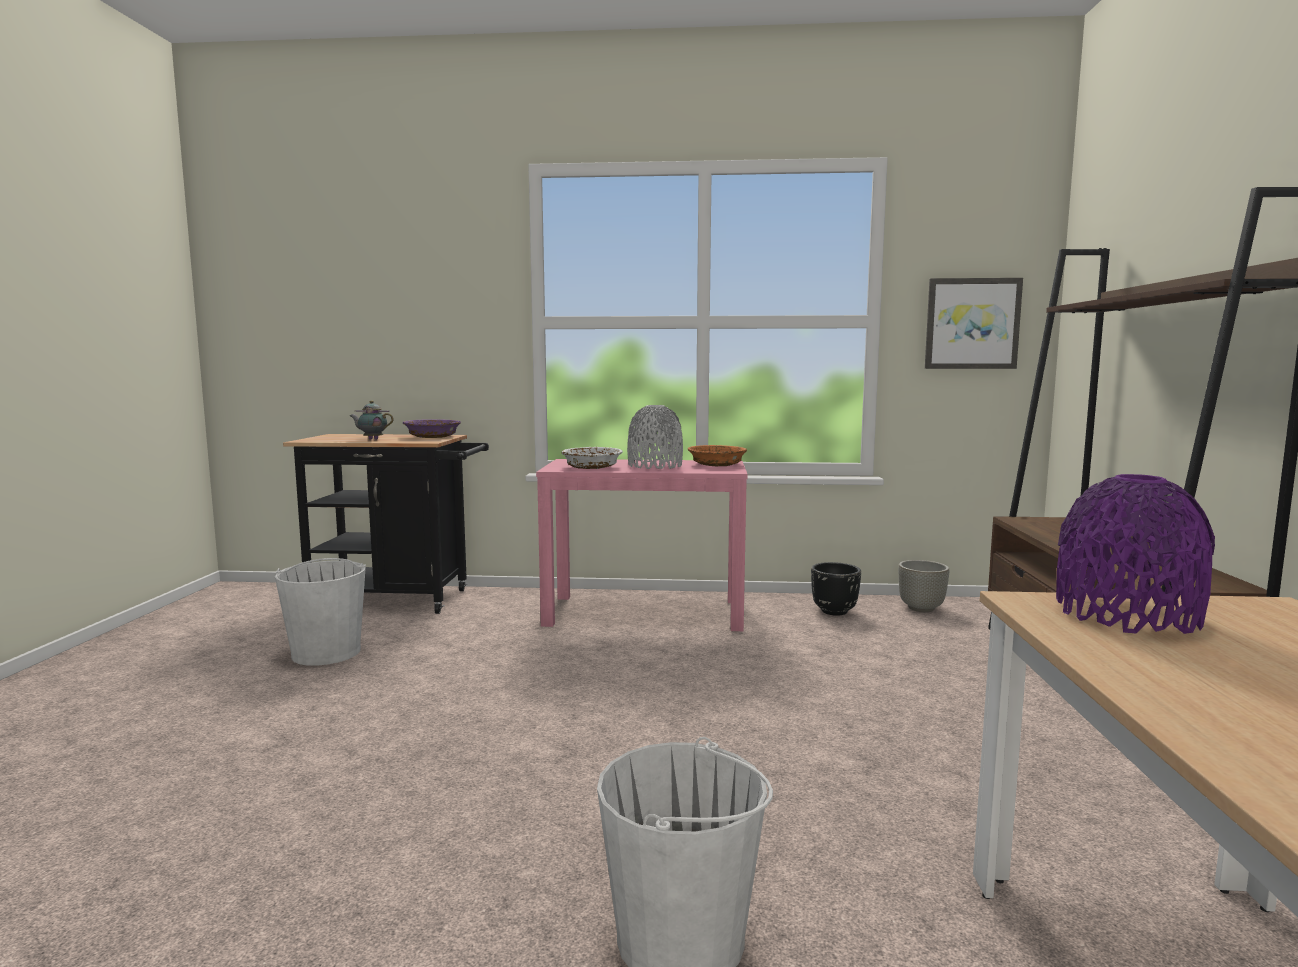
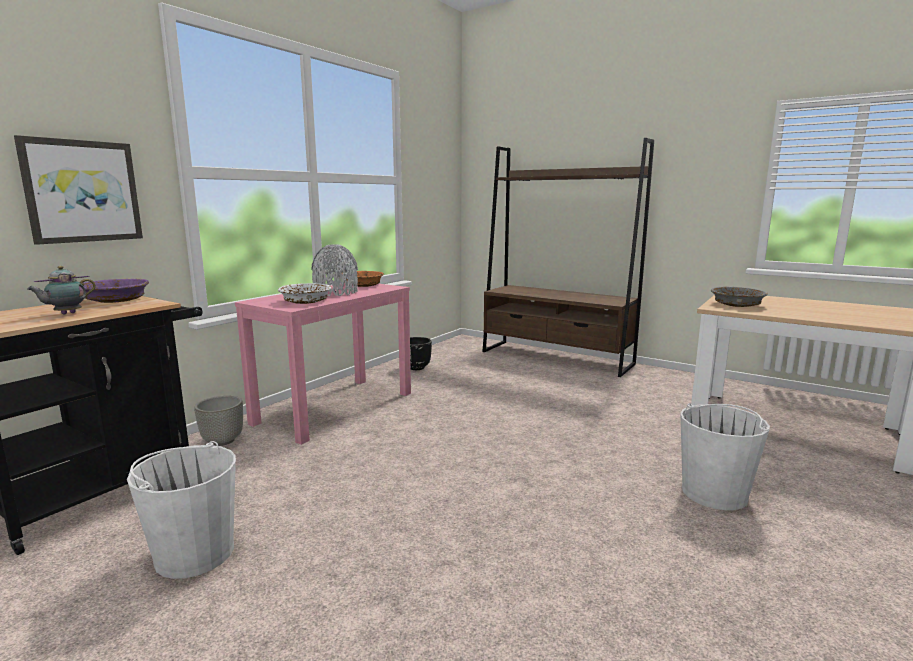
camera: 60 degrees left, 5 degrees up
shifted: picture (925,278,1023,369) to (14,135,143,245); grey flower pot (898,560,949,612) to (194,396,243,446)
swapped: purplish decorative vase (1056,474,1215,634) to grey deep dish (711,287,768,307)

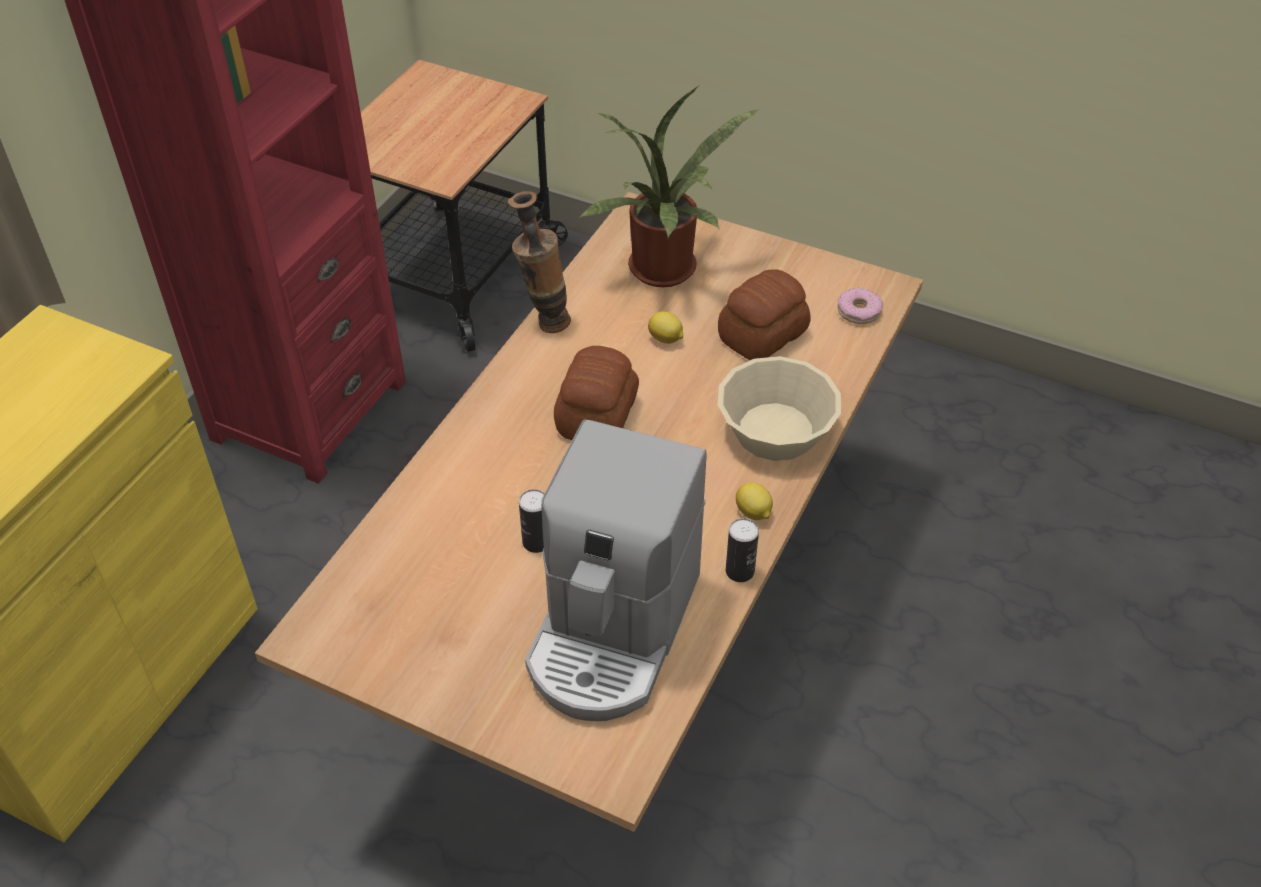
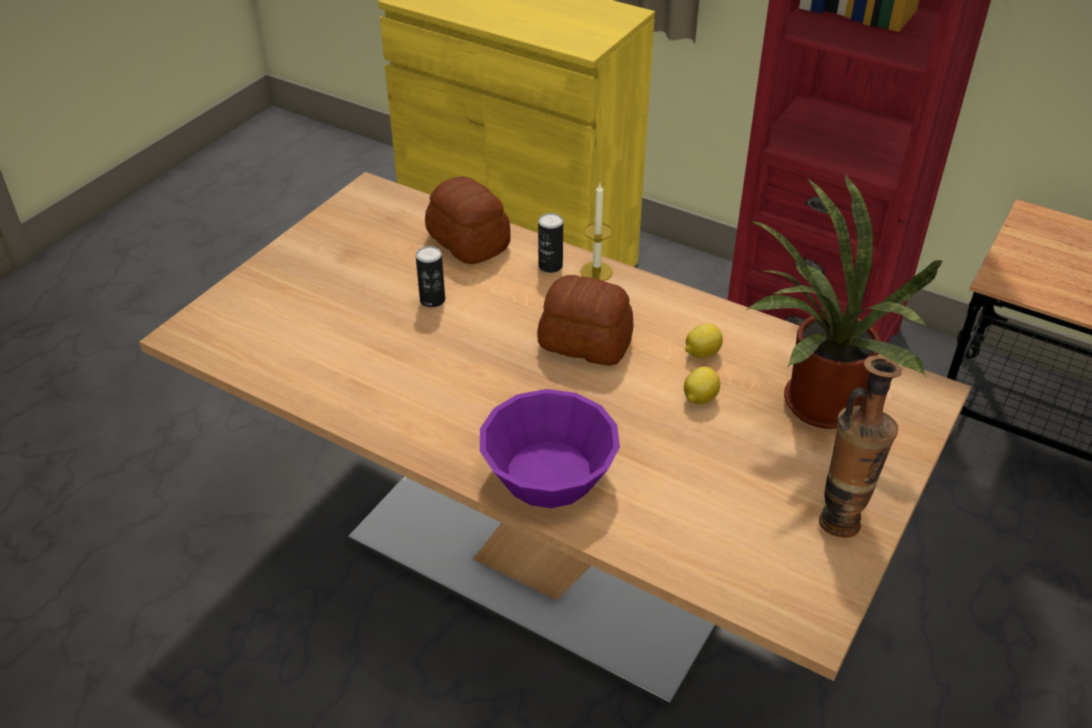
camera: 95 degrees right, 5 degrees down
gone: ring doughnut (837,288,883,324); coffee brewer (525,419,707,721)
new: wax light (580,183,613,281)
shifted: decorative vase (508,191,571,333) to (819,355,903,538); baked bread (718,269,811,360) to (425,176,511,264); whole lemon (736,482,773,520) to (685,324,723,358); sealed can (726,518,759,582) to (538,213,563,273)
repainted: beige deep dish (718,356,841,461) to purplish deep dish (480,389,620,508)

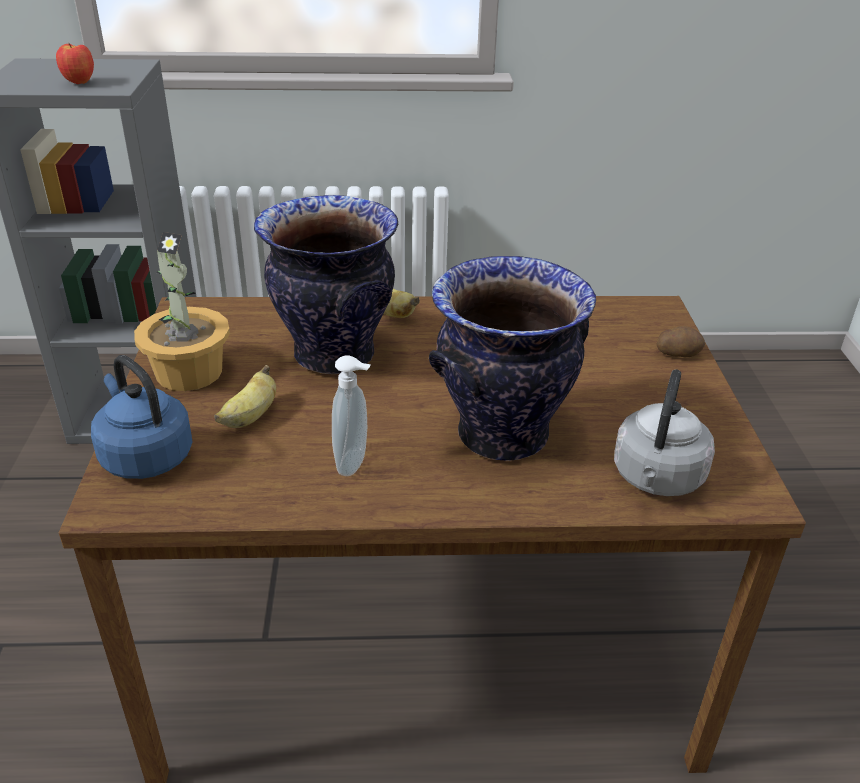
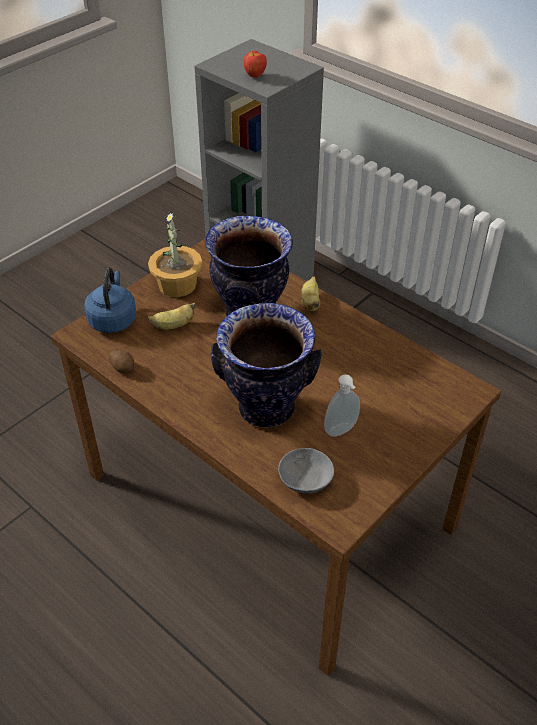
camera: 45 degrees right, 10 degrees up
shifted: spud (657,326,705,357) to (108,349,134,374); liquid soap bottle (332,355,371,476) to (324,374,360,437)
swapped: grey tea kettle (614,370,715,496) to grey deep dish (278,448,334,494)

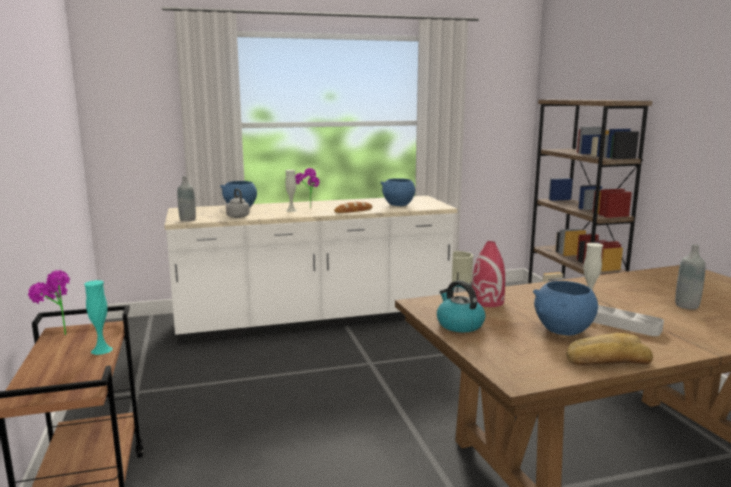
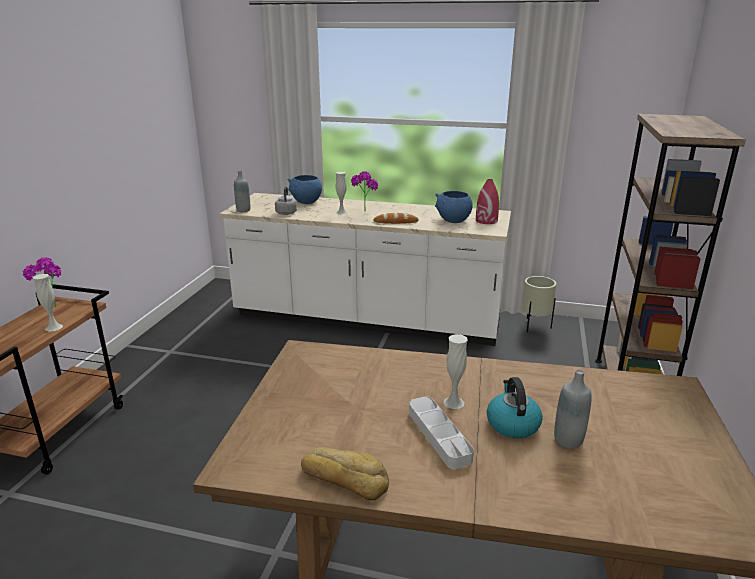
camera: 30 degrees right, 10 degrees up
gone: bluish deep dish (533,281,598,336)
shifted: red decorative vase (472,241,505,307) to (476,179,499,224); tea kettle (437,281,486,332) to (487,377,543,438)
repainted: blue-green decorative vase (84,280,113,355) to white-coloured decorative vase (33,274,63,332)

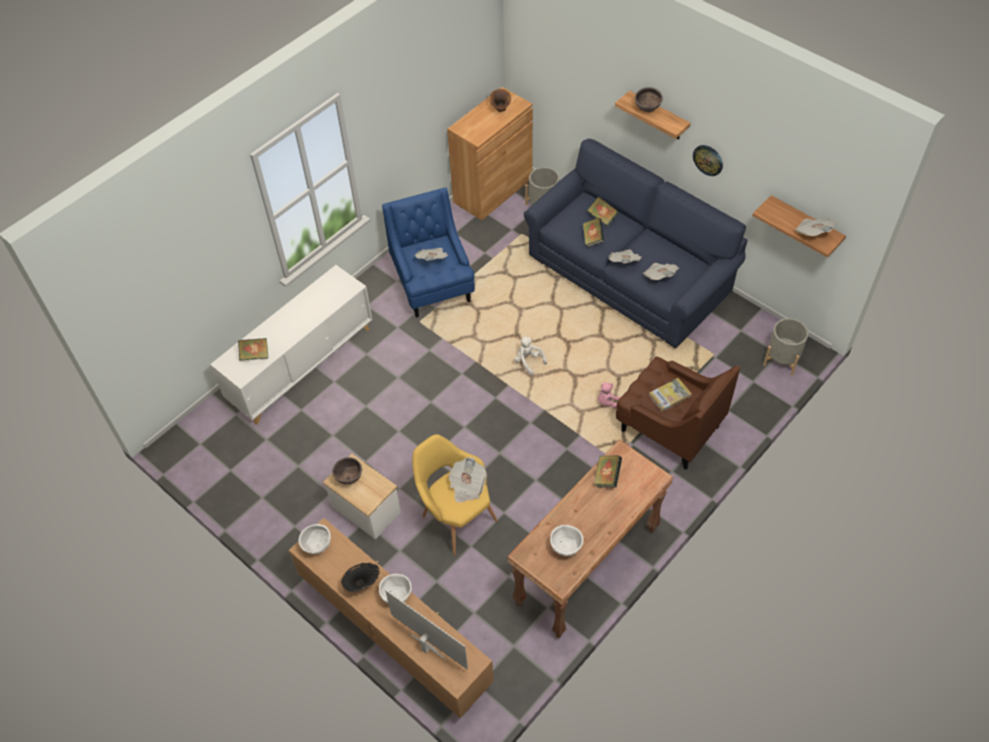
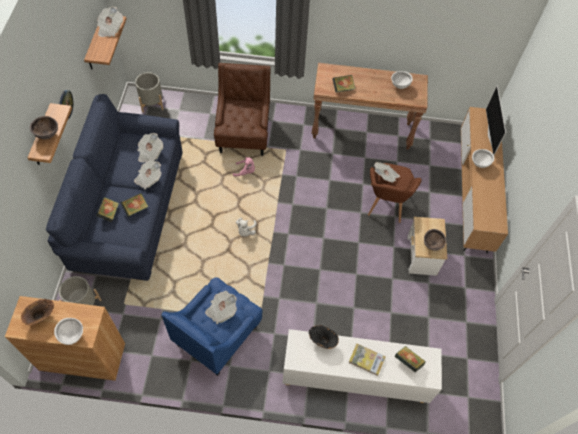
camera: 130 degrees left, 5 degrees up
shifted: volume (649,378,692,412) to (348,344,386,376); white-coloured deep dish (299,524,331,554) to (54,318,83,345); blackish decorative vase (341,562,380,593) to (309,325,339,349)
repainted: yellowish lounge chair (412,434,498,555) to brown lounge chair (368,163,422,223)

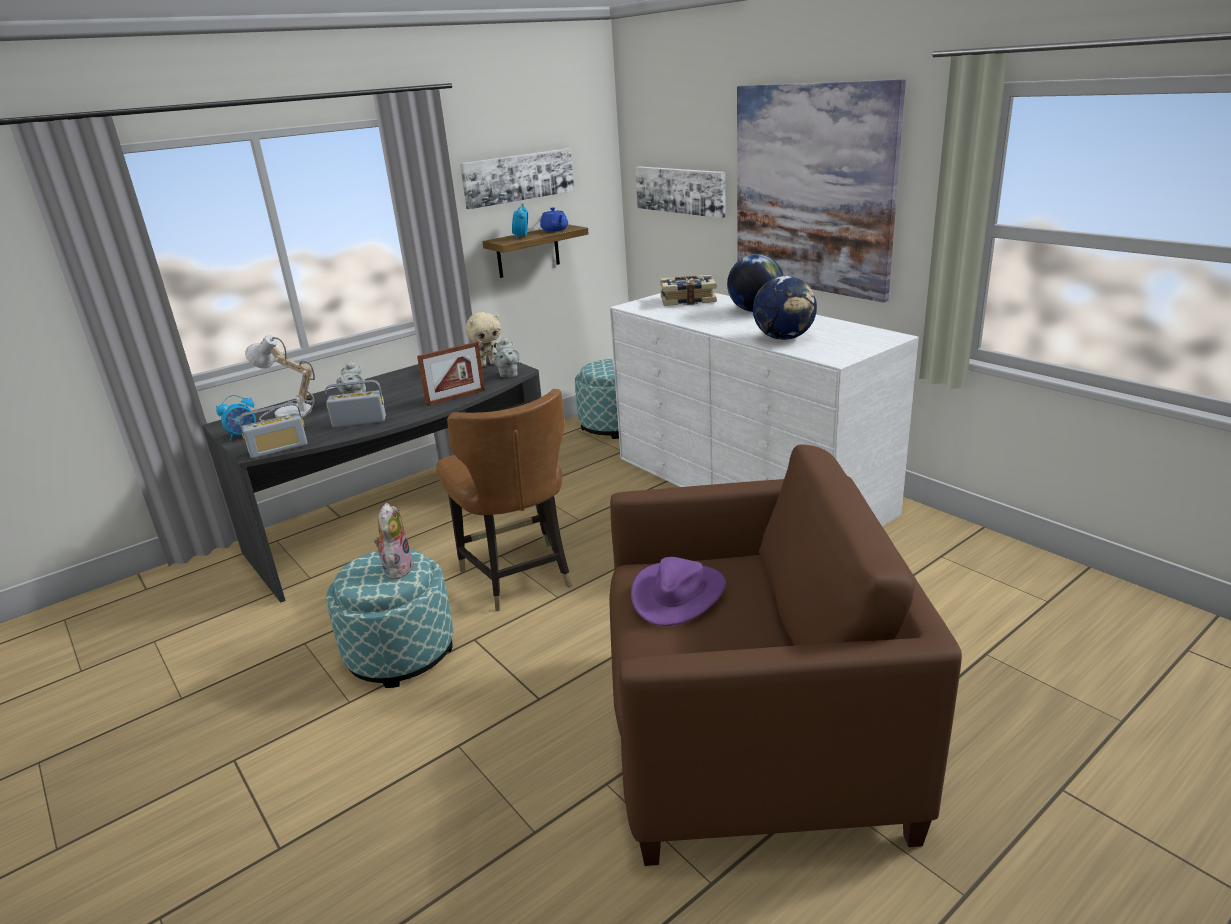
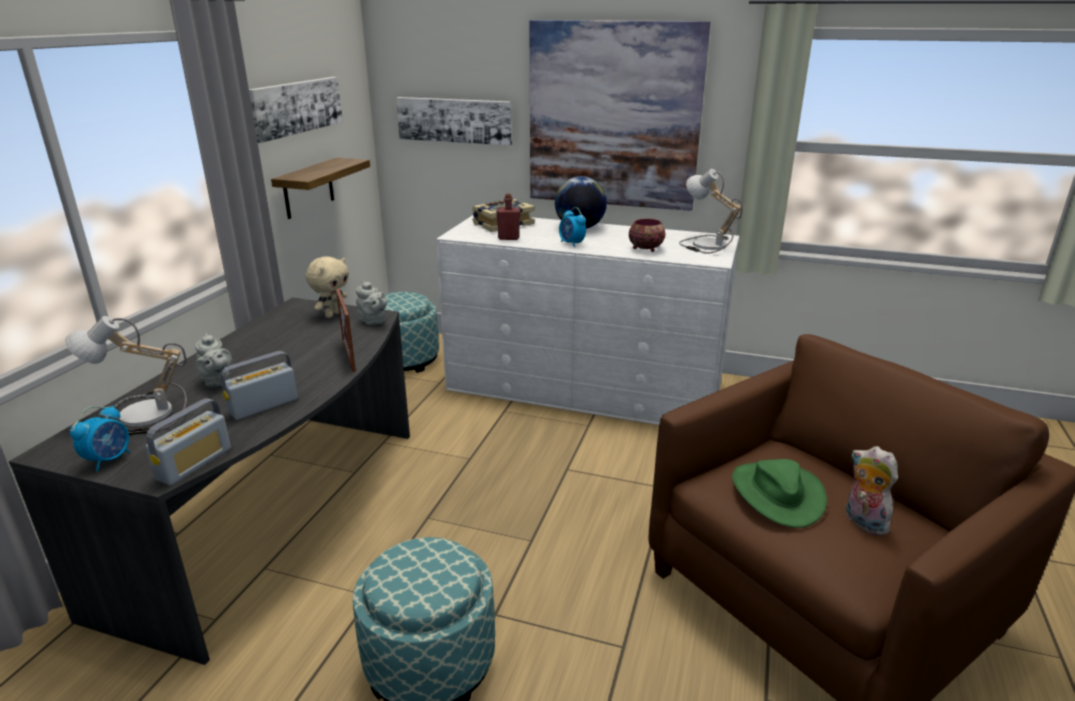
camera: 35 degrees left, 0 degrees up
gone: bluish teapot (540,207,568,232); brown upright chair (436,389,572,611)
new: table lamp (679,169,743,254); red bottle (496,193,520,240)
shifted: alarm clock (512,203,528,239) to (559,207,586,247); cuddly toy (374,503,414,579) to (846,446,898,535)
swapped: globe (753,276,817,340) to deep dish (629,218,665,252)
repainted: purplish wearable hat (631,557,726,626) to greenish wearable hat (732,459,827,528)
rotated: standing frame (417,342,485,406) = (336,289,356,372) 135 degrees clockwise

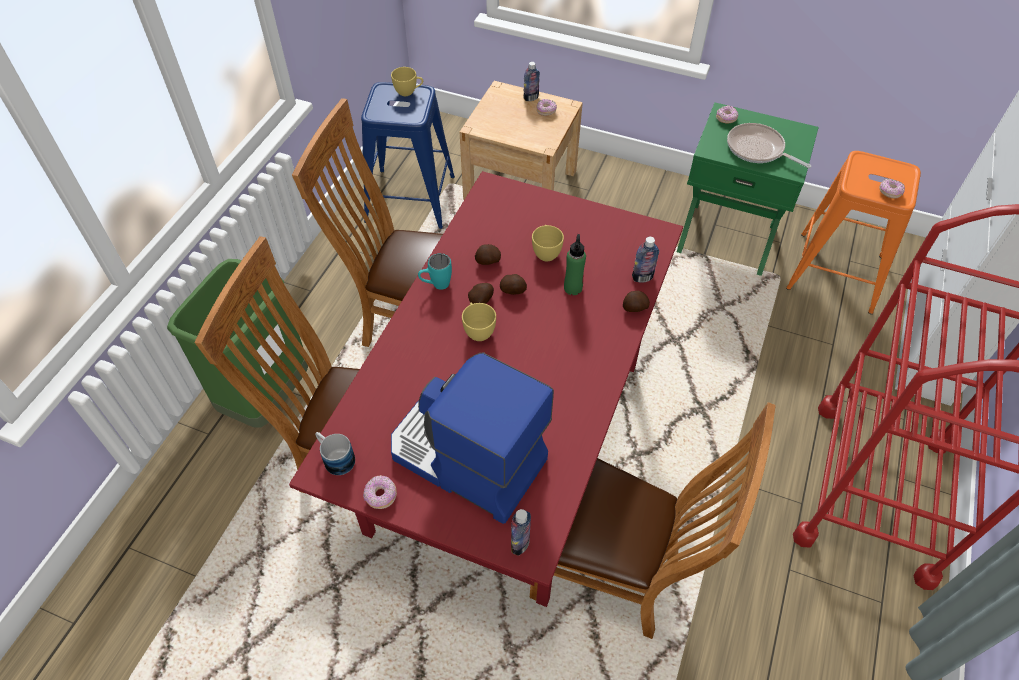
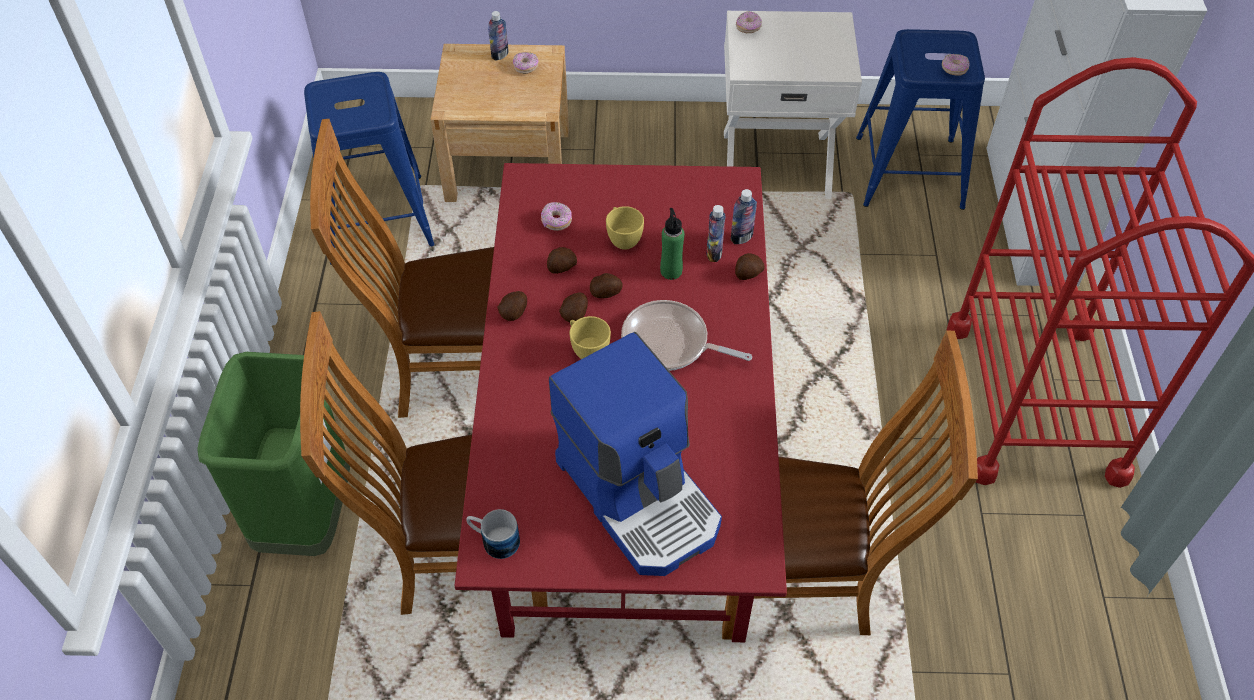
camera: 20 degrees left, 0 degrees up
gone: yellowish small cup (391,67,423,96)
shifted: frying pan (727,123,811,168) to (621,300,752,371); ring doughnut (363,475,397,509) to (541,202,572,231); bottle (511,509,531,556) to (707,205,725,262)
swapped: blue-green tea mug (418,253,452,290) to spud (498,291,527,321)
repainted: greenish nightstand (677,102,819,276) to white-coloured nightstand (724,11,862,199); orange-coloured stool (786,151,921,314) to bluish stool (856,29,985,210)
rotated: coffee brewer (391,352,554,524) = (549,332,722,576) 135 degrees counterclockwise

